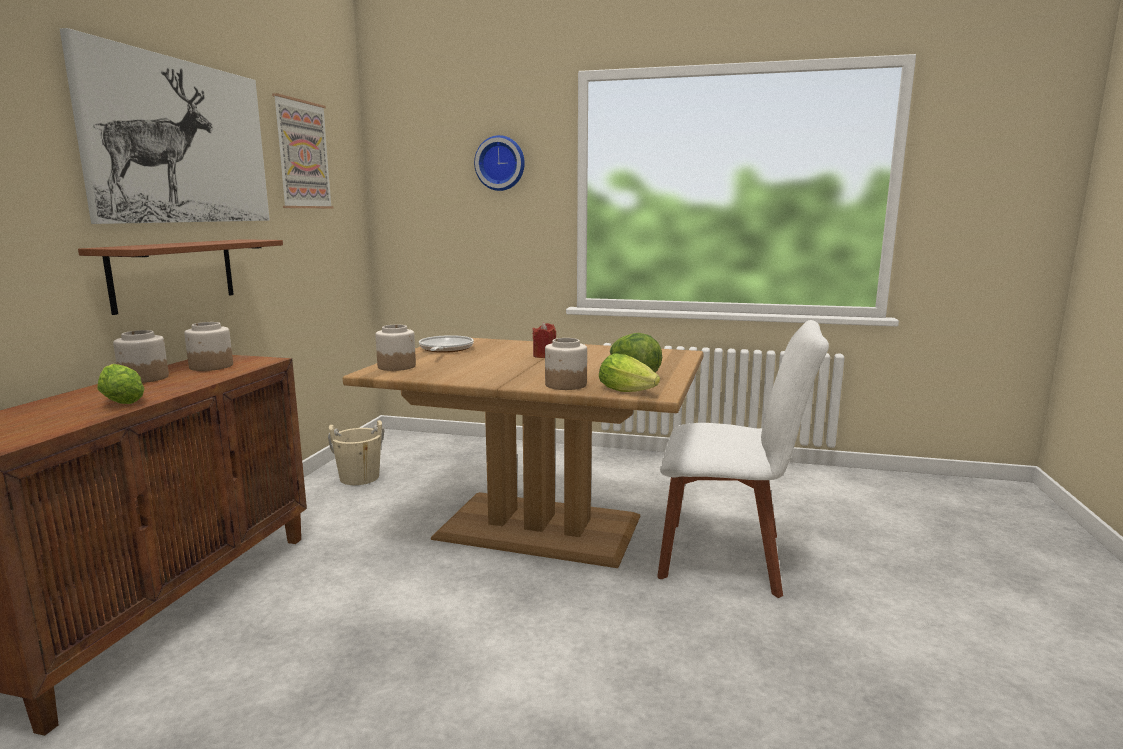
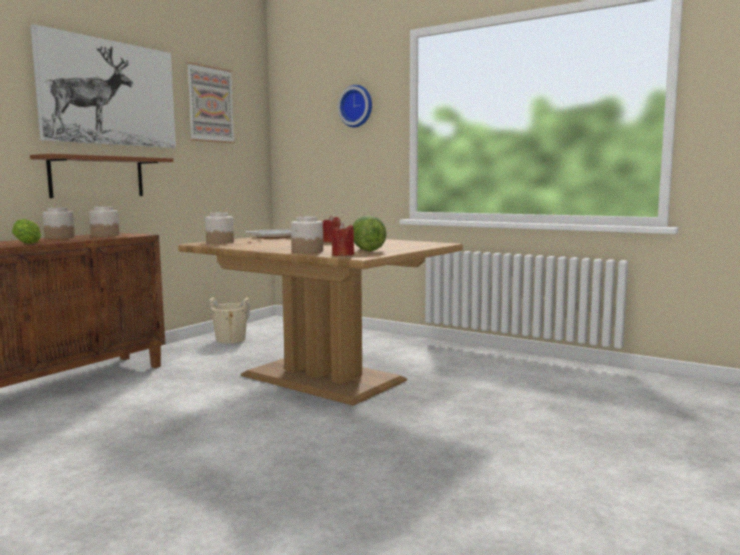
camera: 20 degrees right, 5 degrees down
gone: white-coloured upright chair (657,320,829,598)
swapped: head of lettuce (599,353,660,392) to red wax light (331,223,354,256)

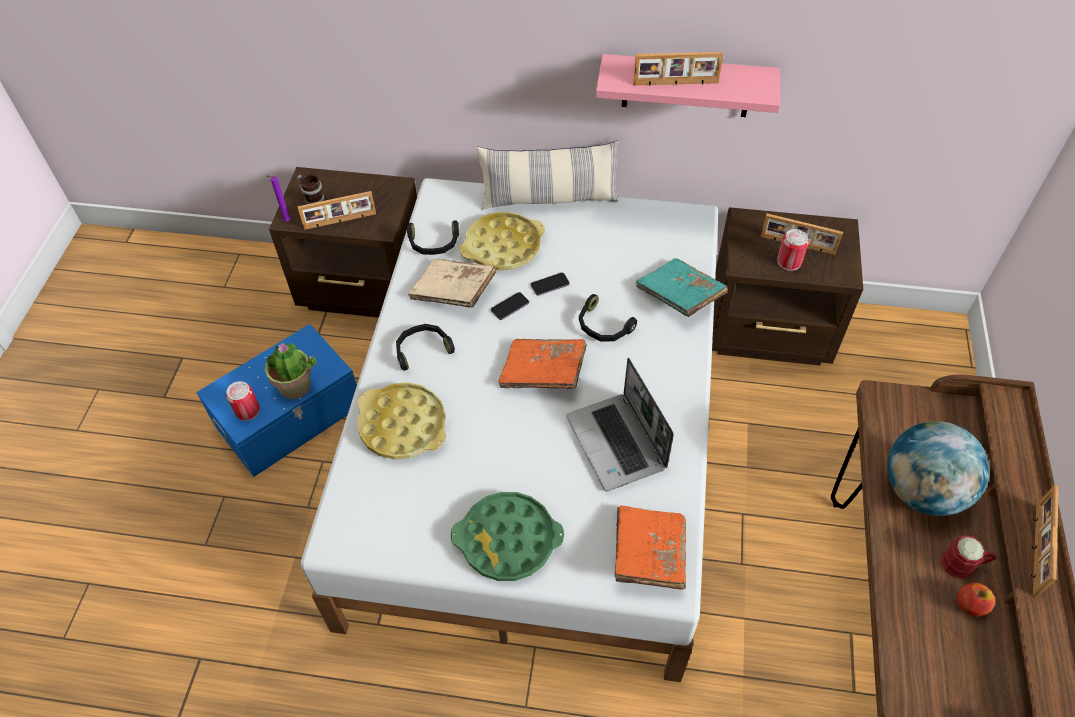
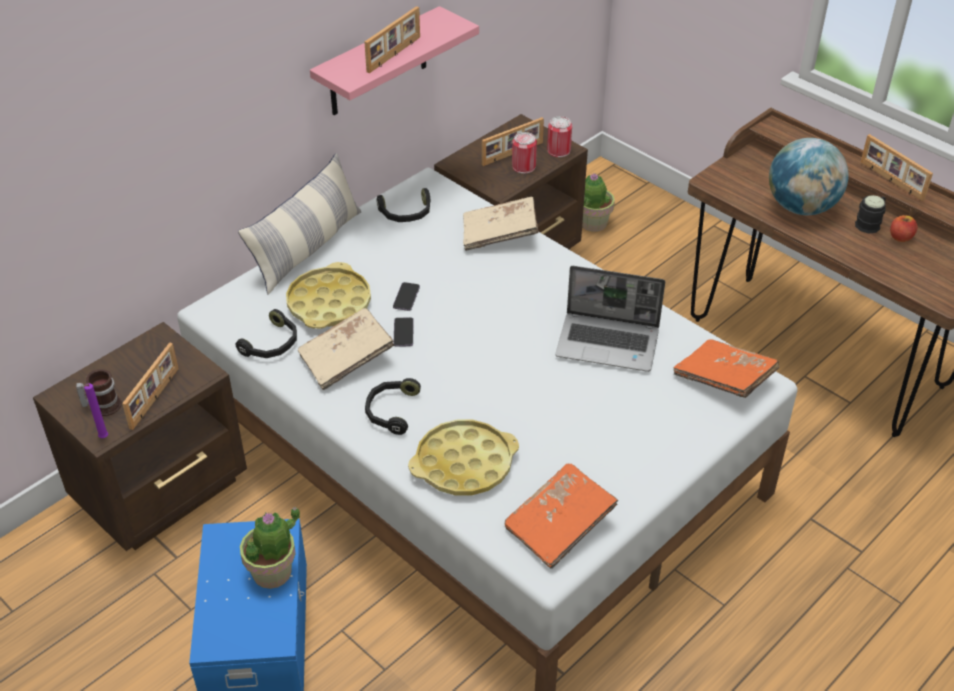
camera: 55 degrees left, 10 degrees down
gone: greenish tray (451,492,564,581)
new: potted plant (582,173,615,232)
shifted: blackish headset (579,294,637,341) to (377,188,430,222); orange-coloured volume (498,339,587,389) to (504,464,618,569); sealed can (226,381,260,421) to (547,116,572,157)
repainted: blue-green volume (636,258,728,317) to beige volume (463,197,538,251); red tea mug (941,535,996,579) to blackish tea mug (855,195,886,234)

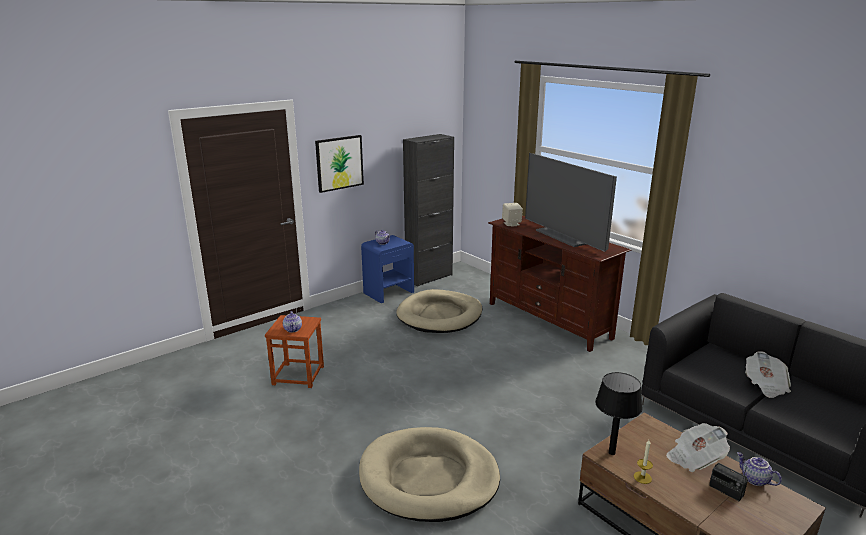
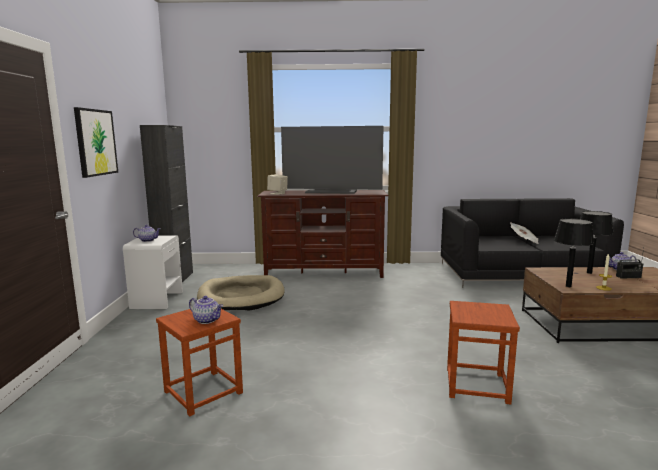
camera: 50 degrees left, 10 degrees down
swapped: daily paper (666,423,730,472) to blackish table lamp (580,211,614,274); beige dog bed (359,427,500,522) to brown stool (447,301,520,405)
repainted: bluish nightstand (361,235,414,303) to white-coloured nightstand (123,235,183,309)

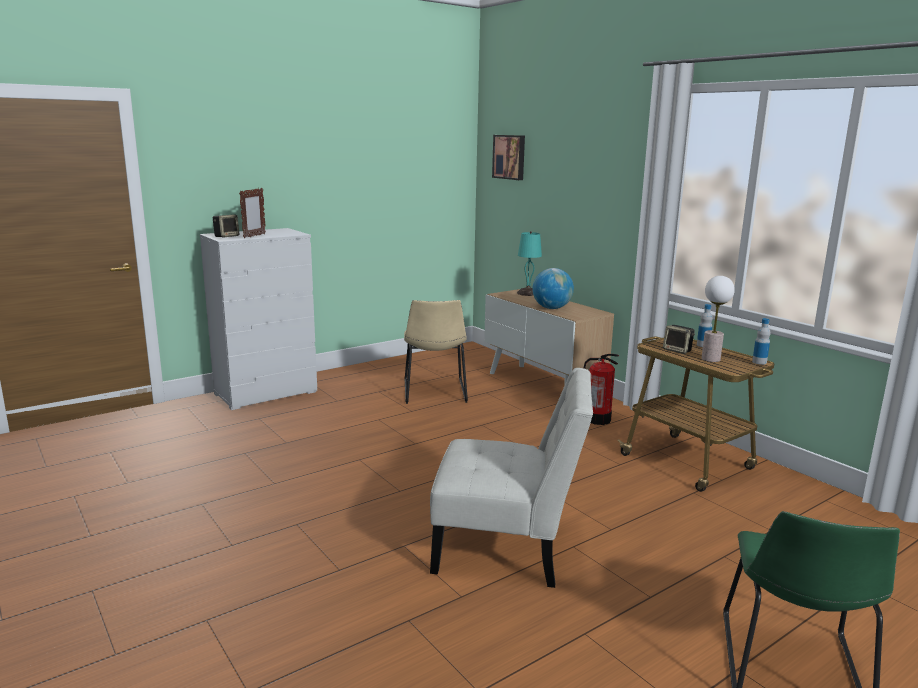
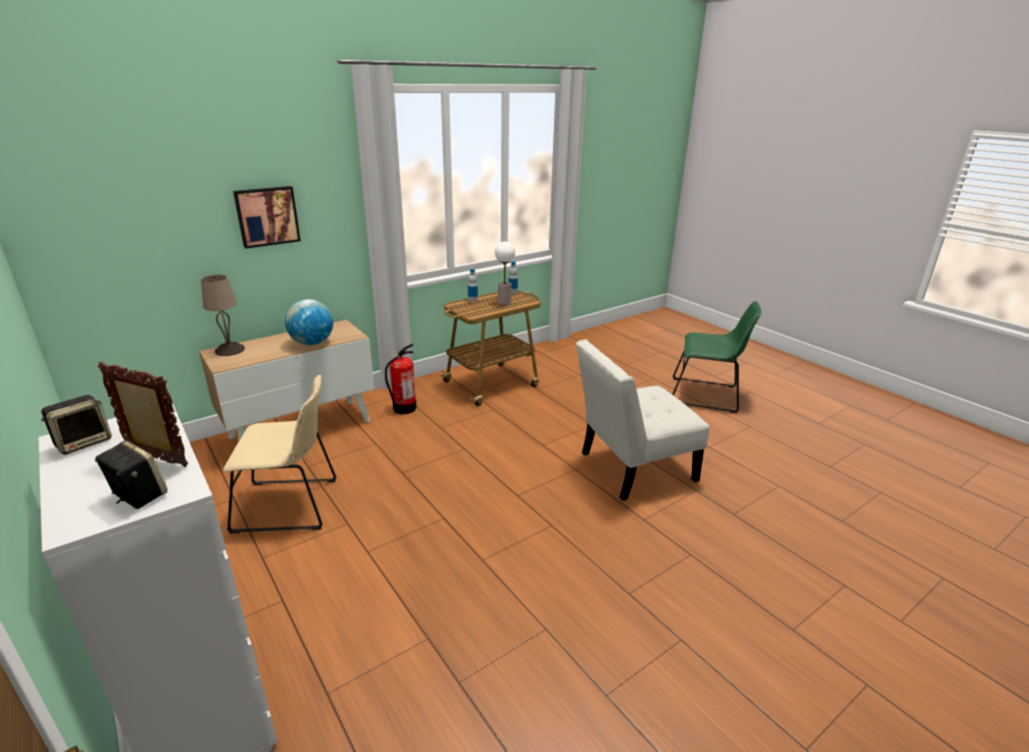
camera: 90 degrees left, 10 degrees up
shifted: picture (492,135,525,180) to (233,186,301,249); audio speaker (663,325,695,354) to (41,395,112,455)
repainted: blue-green table lamp (517,231,542,296) to beige table lamp (201,275,245,356)
rotated: white-coloured upright chair (430,368,593,588) = (576,339,710,501) 120 degrees counterclockwise

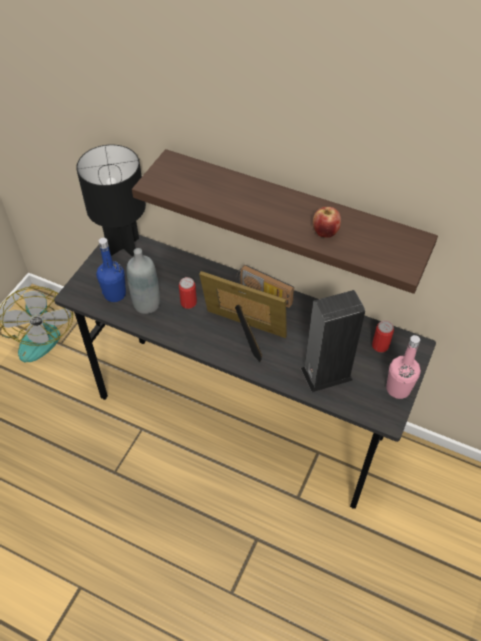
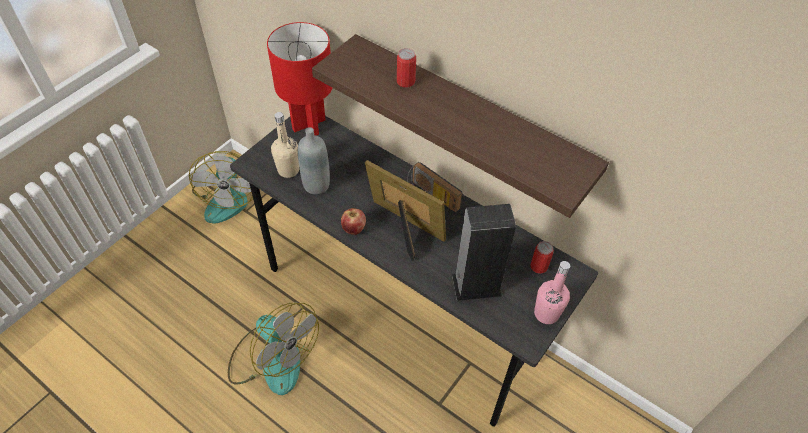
camera: 10 degrees right, 0 degrees up
new: electric fan (228,303,319,395)
shifted: apple fruit (313,207,341,238) to (341,208,366,235); sealed can (179,277,197,309) to (397,48,416,88)
repainted: blackish table lamp (76,144,146,256) to red table lamp (267,22,332,136); bluish bottle (96,238,126,302) to beige bottle (271,112,299,178)

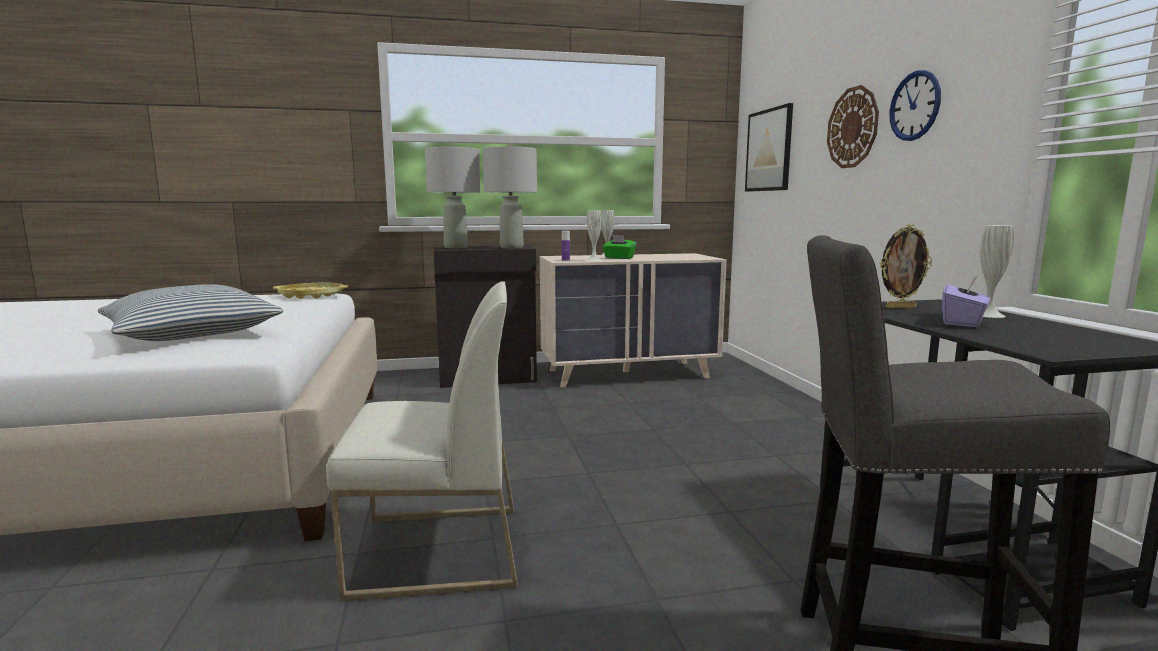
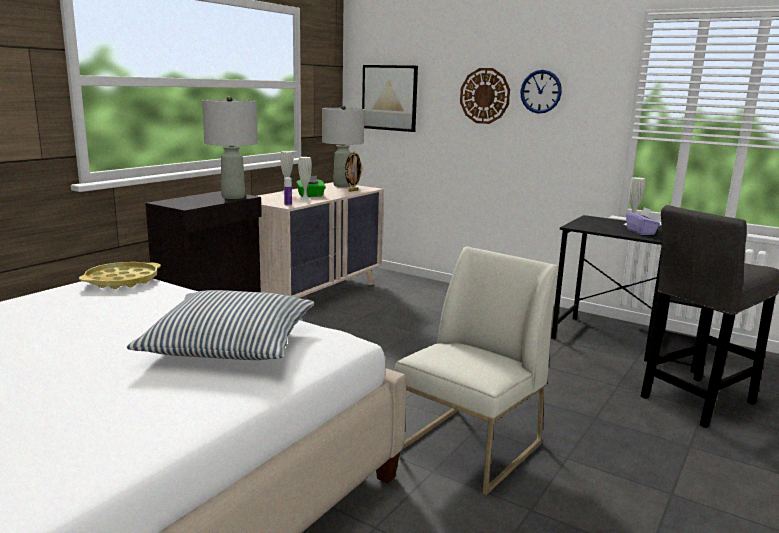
camera: 45 degrees left, 5 degrees up
shifted: grey table lamp (425,145,480,248) to (322,105,364,187); standing frame (880,224,932,308) to (345,151,363,192)

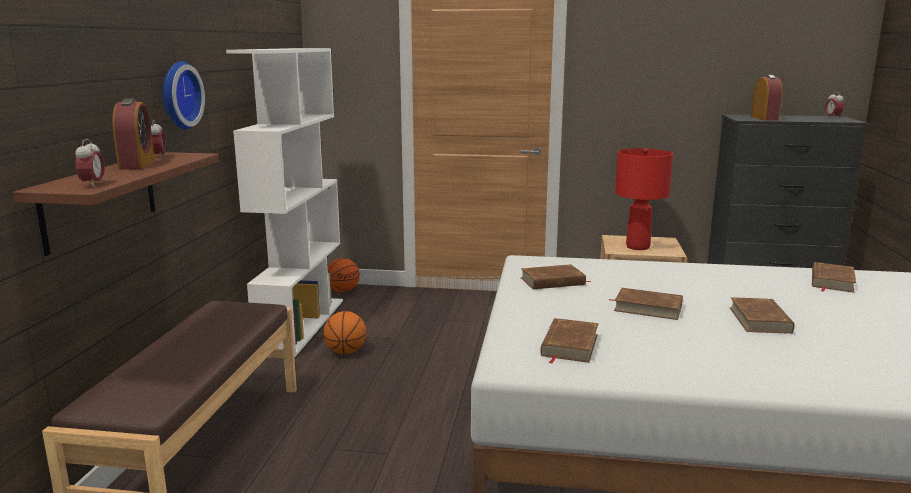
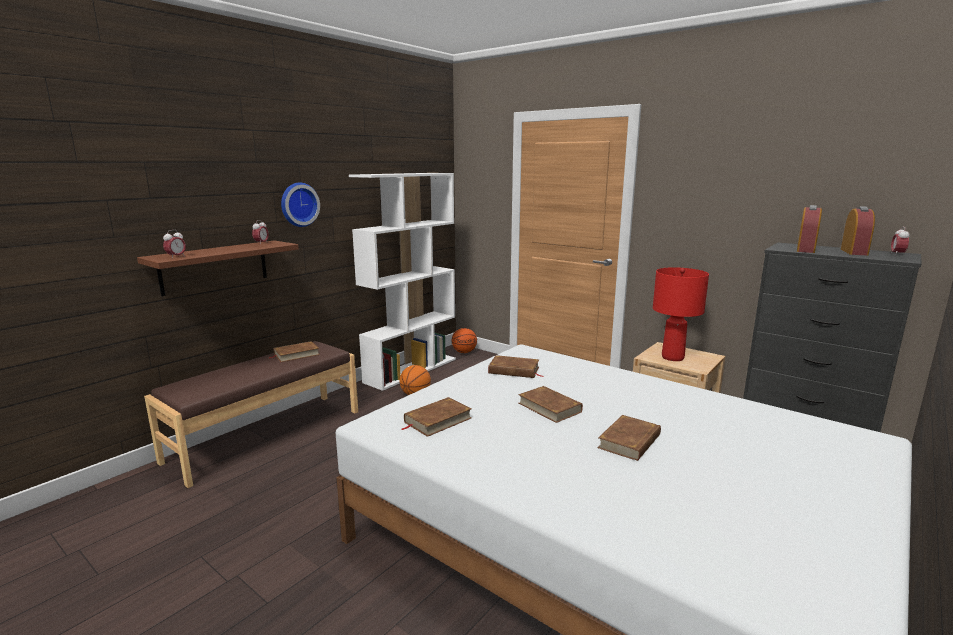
camera: 30 degrees right, 0 degrees up
shifted: alarm clock (112,98,155,170) to (841,206,875,255); brown volume (812,262,856,293) to (269,341,320,362)

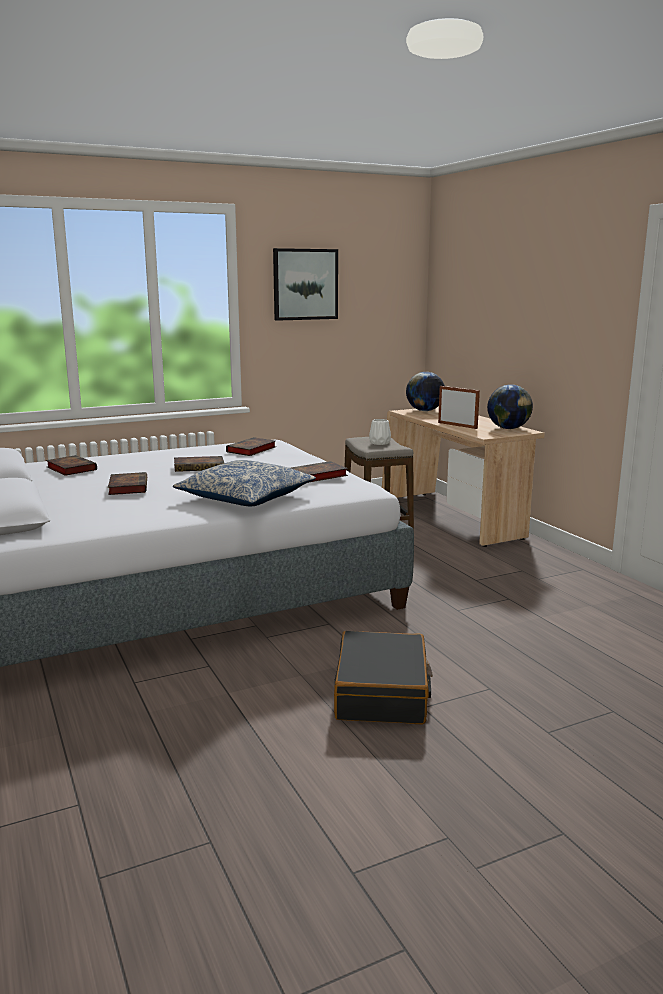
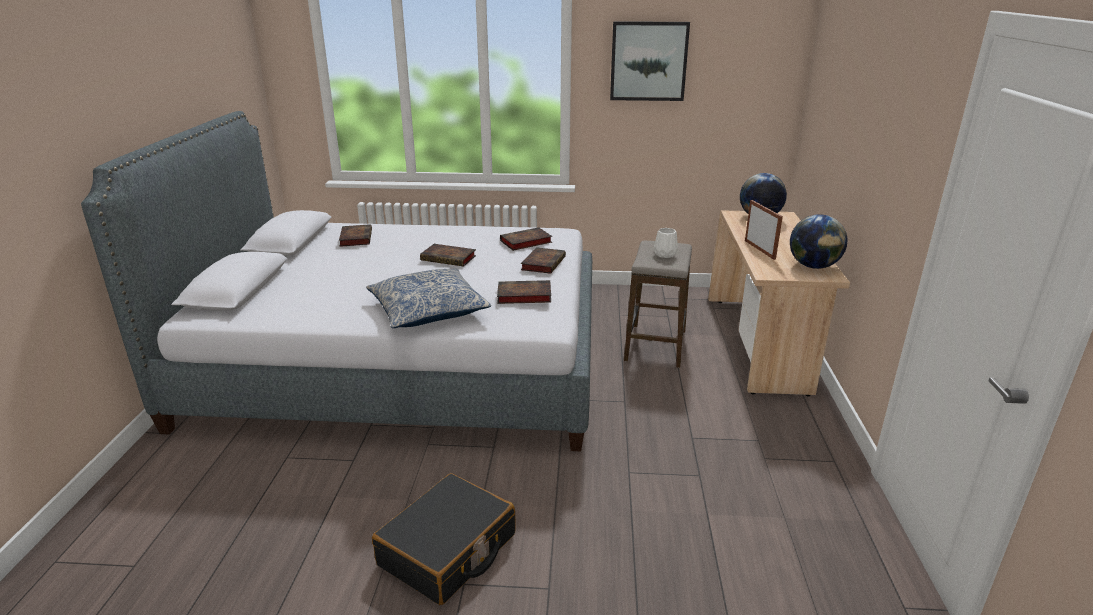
camera: 30 degrees right, 10 degrees up
shifted: volume (108,472,147,495) to (521,247,566,274)

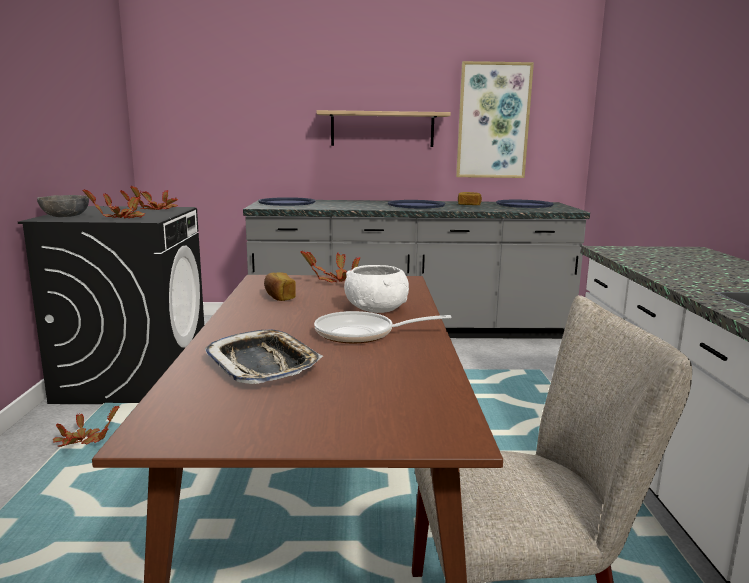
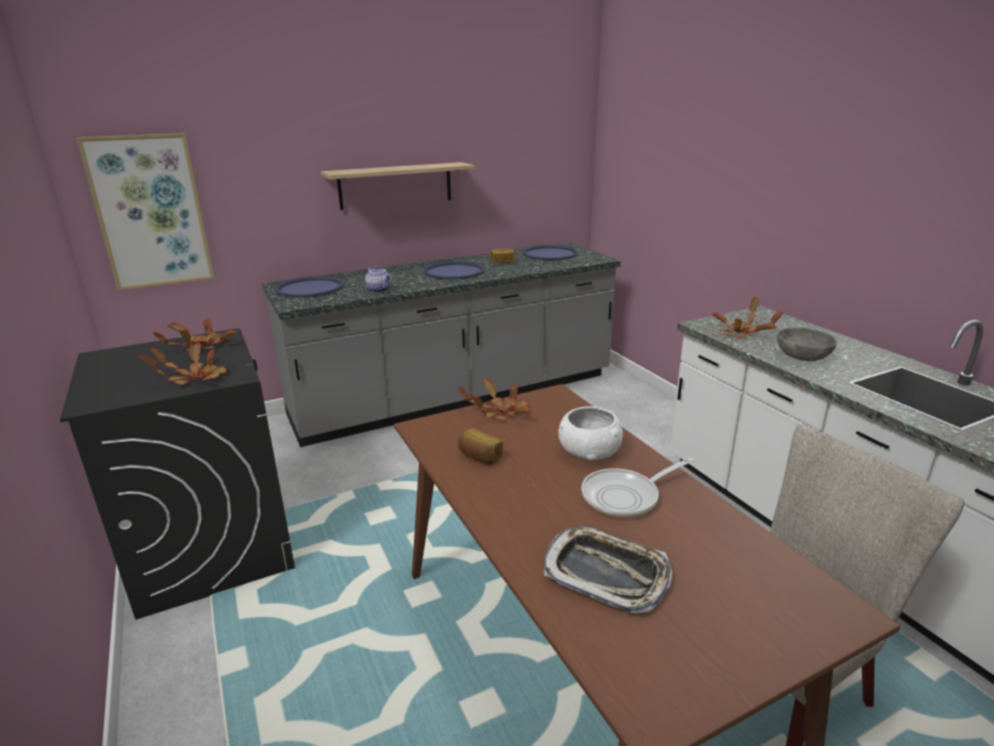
camera: 25 degrees left, 10 degrees up
new: teapot (365,266,391,293)
shifted: picture (456,61,534,178) to (77,133,214,291); grey deep dish (37,195,89,217) to (777,328,837,361); potted plant (53,406,120,447) to (712,296,784,339)

